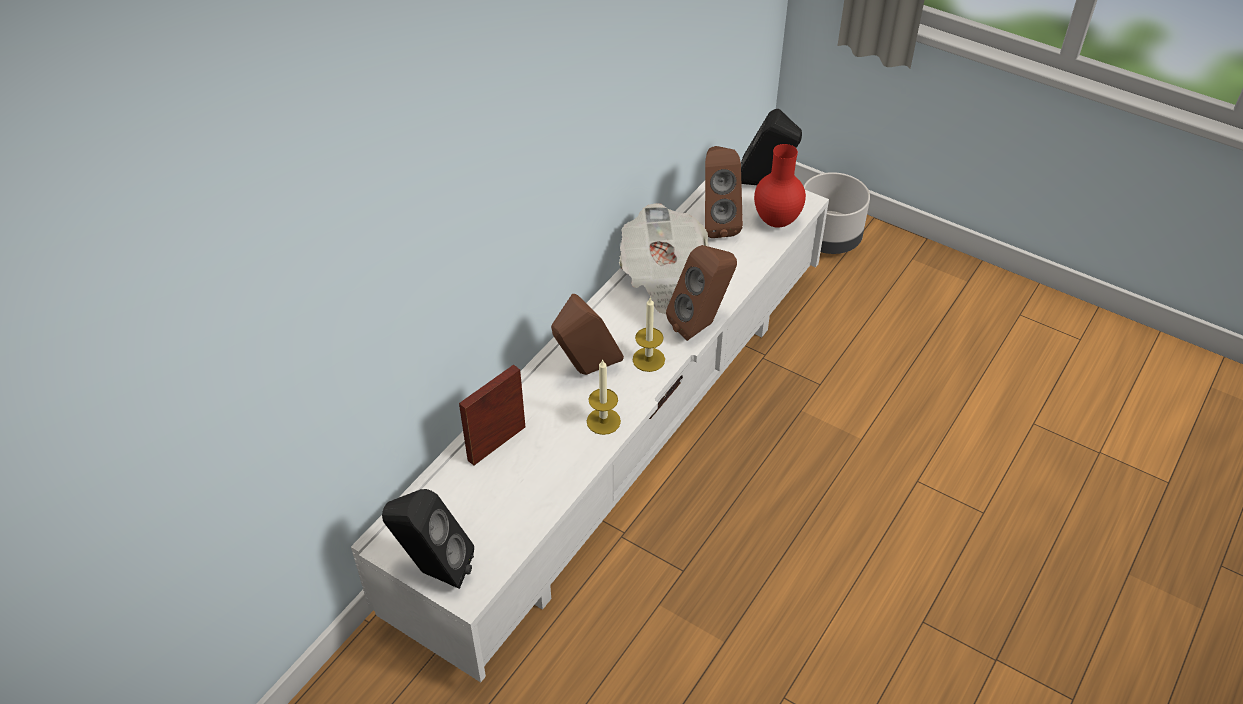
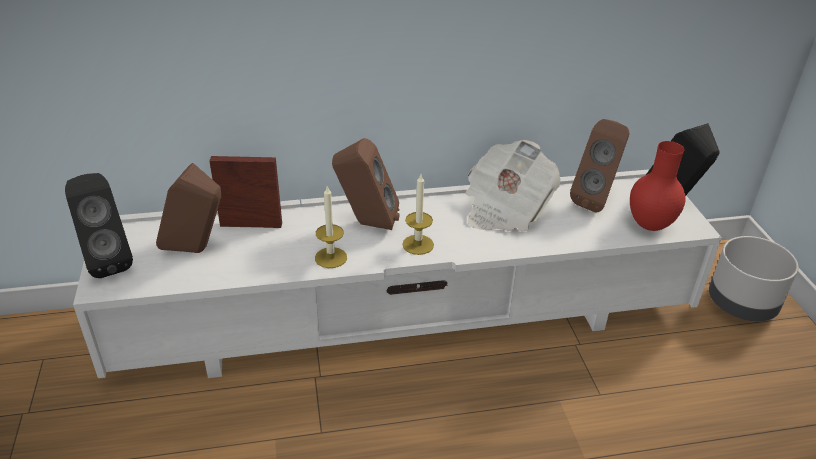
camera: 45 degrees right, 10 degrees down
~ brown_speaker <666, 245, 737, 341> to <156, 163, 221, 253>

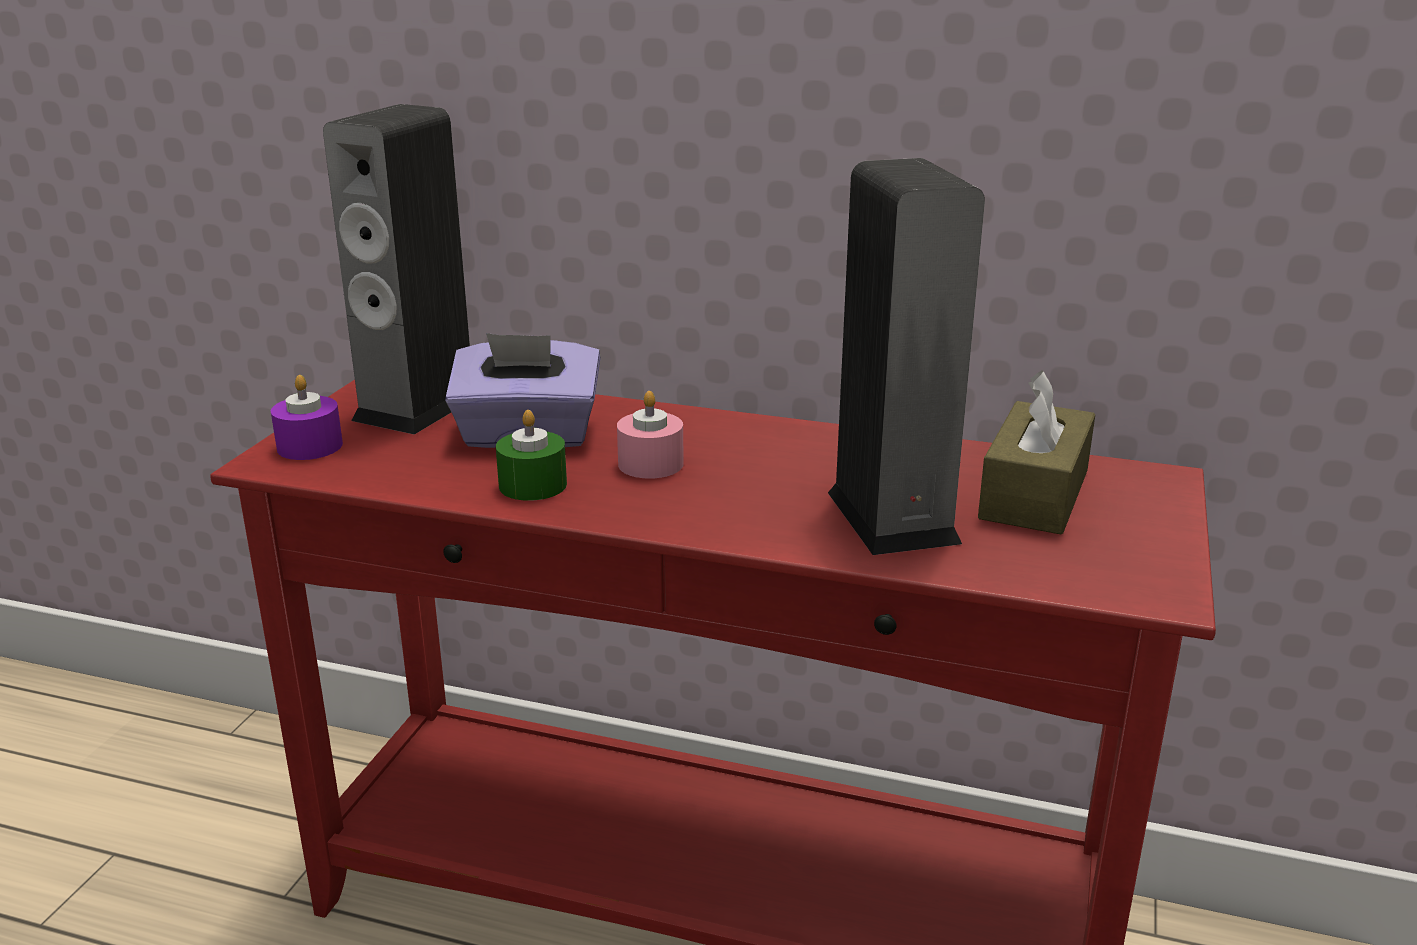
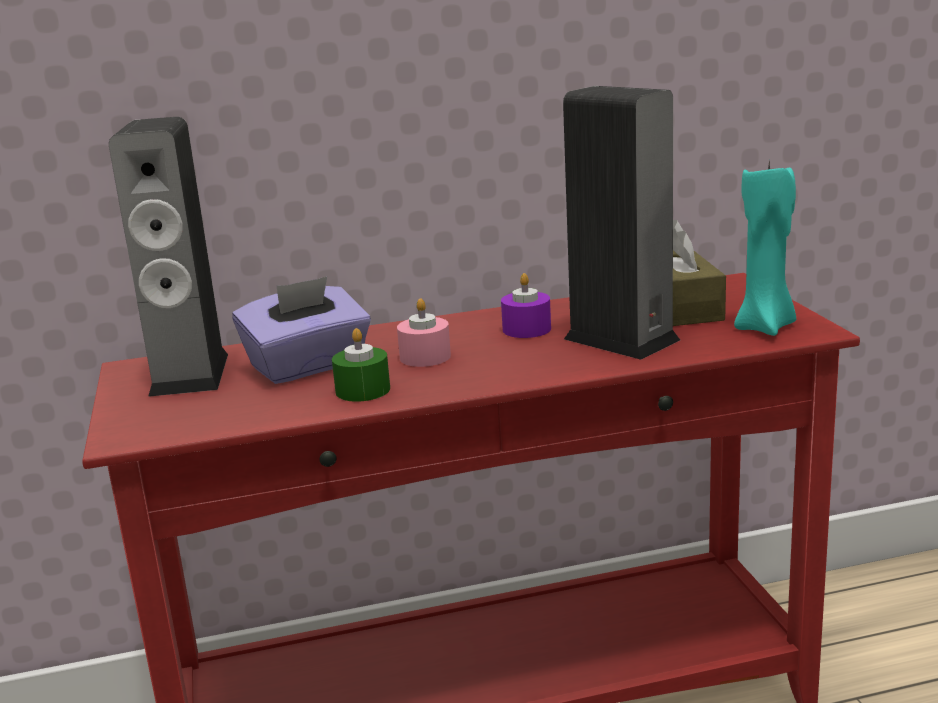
camera: 30 degrees left, 5 degrees down
~ purple_candle <271, 375, 343, 460> to <501, 273, 551, 338>
+ turquoise_candle <734, 159, 796, 336>

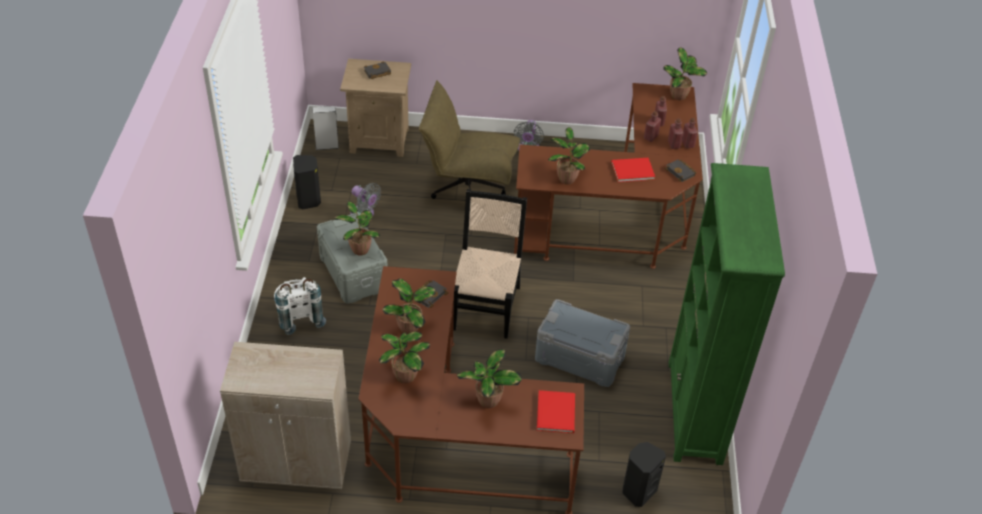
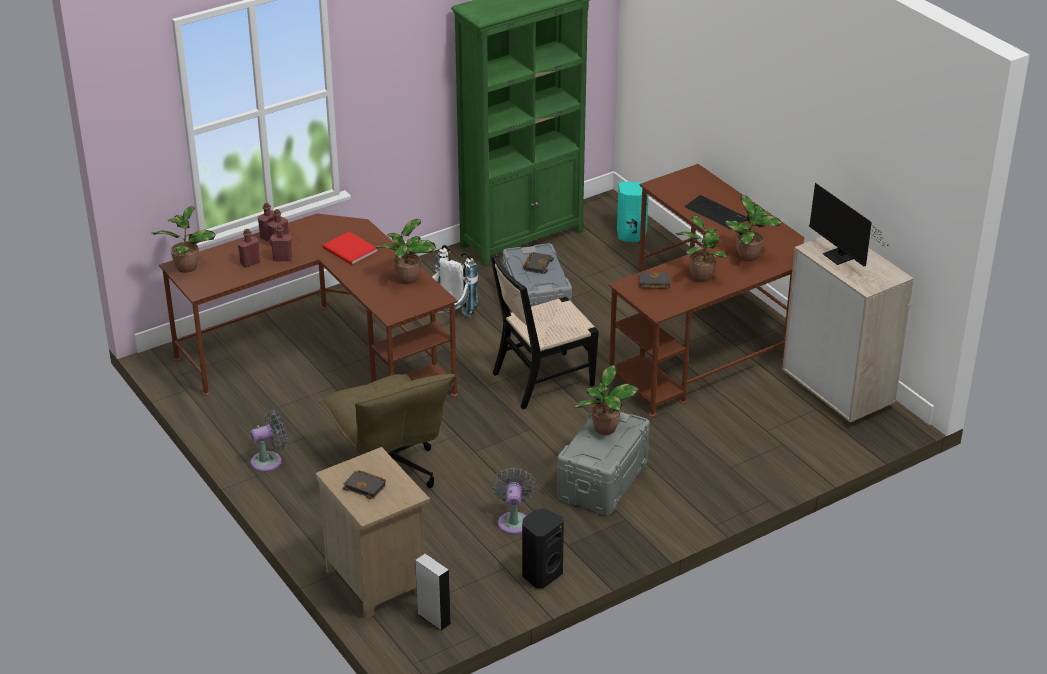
camera: 125 degrees left, 10 degrees down
~ white_backpack <274, 277, 326, 335> to <432, 245, 478, 317>
~ black_book <664, 159, 697, 182> to <523, 252, 554, 274>
~ black_speaker <622, 442, 666, 507> to turquoise_speaker <617, 182, 649, 242>
~ potted_plant <456, 349, 522, 408> to keyboard <685, 195, 747, 230>
+ monitor <809, 183, 885, 266>
- red_book <537, 390, 575, 433>

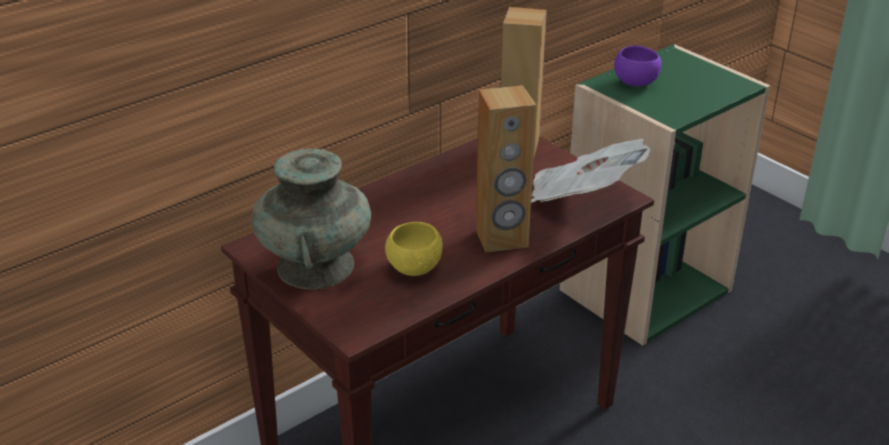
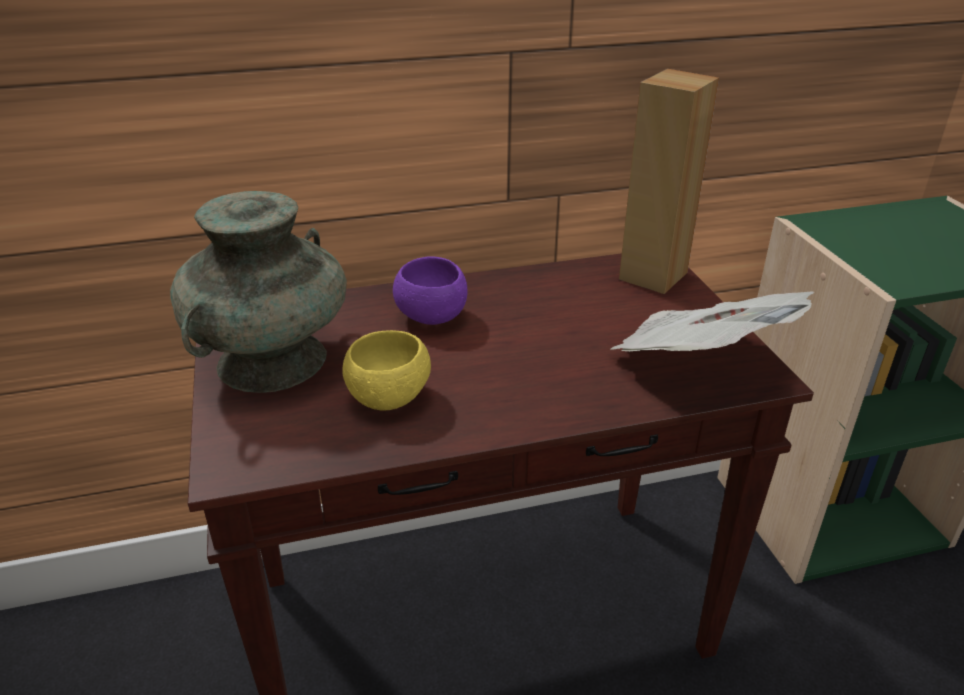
camera: 25 degrees right, 0 degrees up
~ purple_bowl <614, 46, 662, 86> to <393, 257, 468, 325>
- brown_speaker <475, 85, 536, 253>

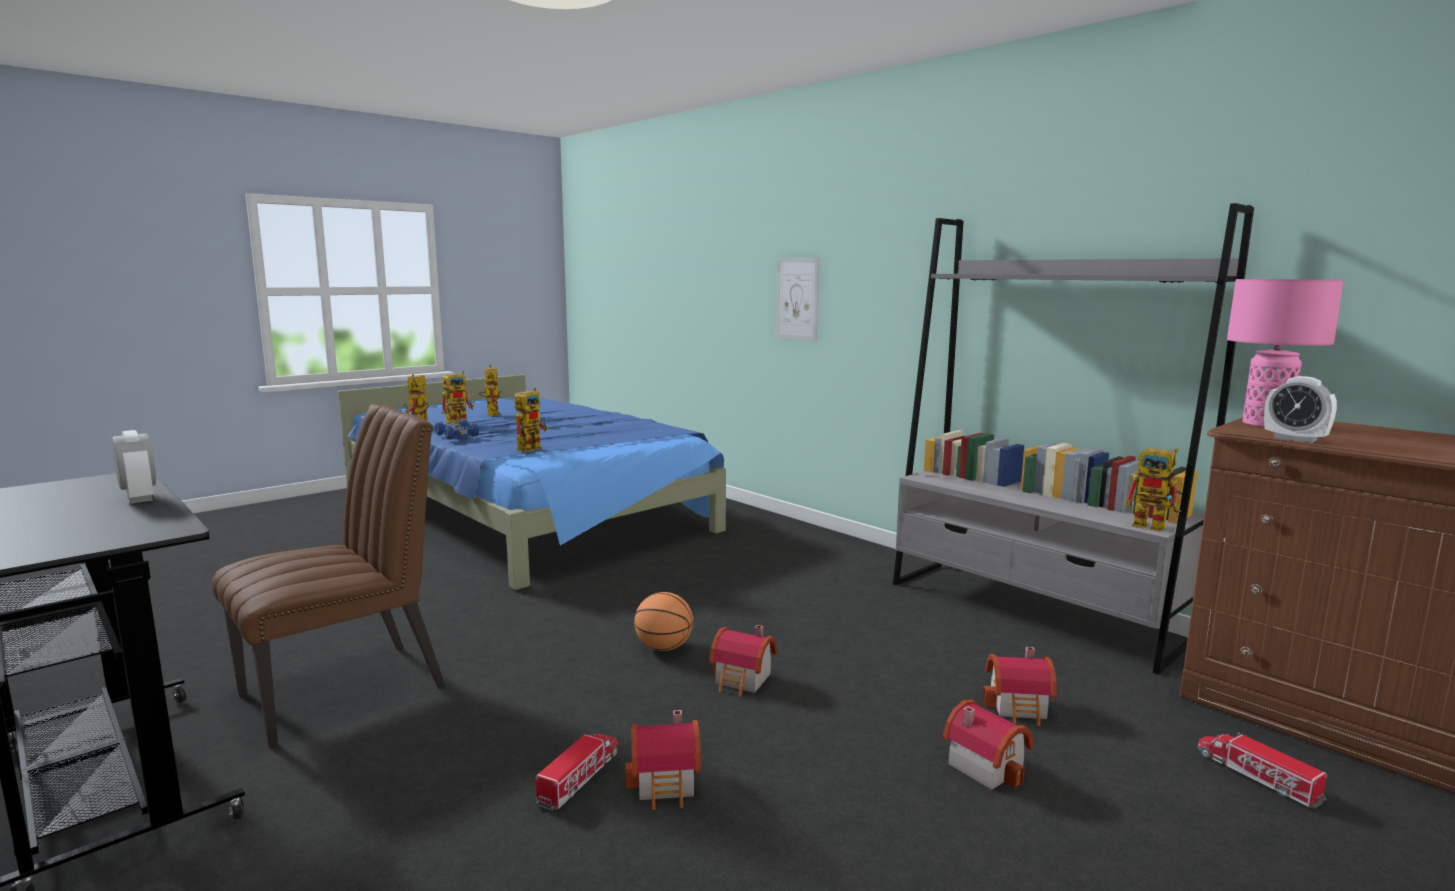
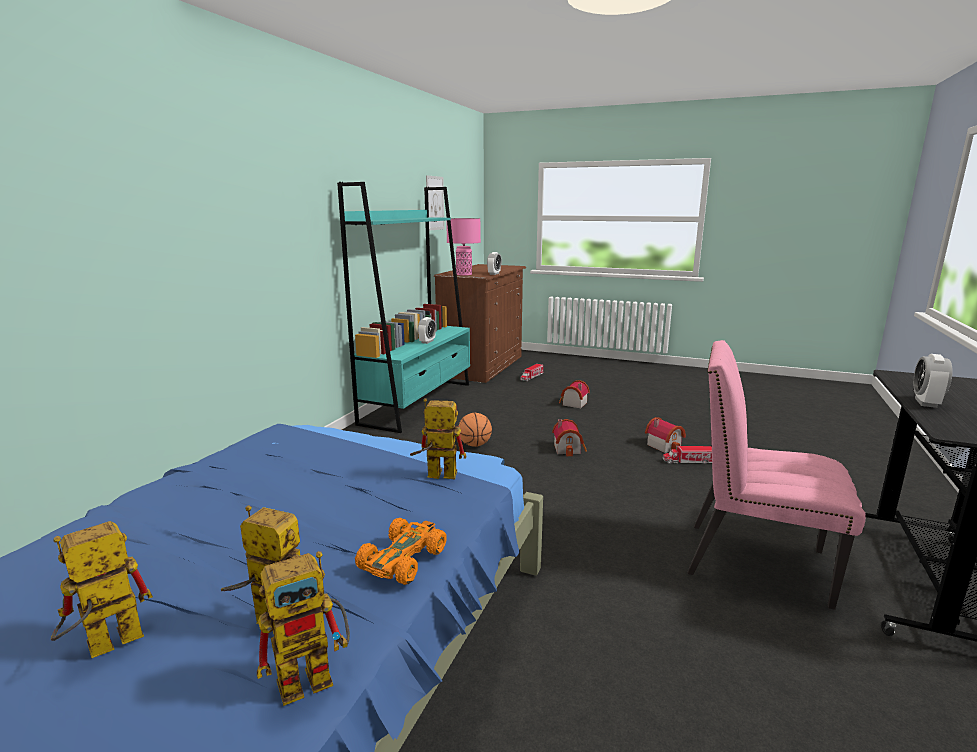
camera: 115 degrees left, 5 degrees up
~ grey_bookcase <893, 203, 1254, 675> to turquoise_bookcase <337, 182, 470, 433>
~ blue_toy_car <435, 419, 479, 440> to orange_toy_car <355, 518, 447, 585>
+ alarm_clock <418, 317, 436, 344>
~ picture <776, 258, 819, 341> to <426, 175, 445, 231>
~ basketball <634, 592, 693, 651> to <458, 412, 492, 447>
~ brown_chair <212, 404, 445, 747> to pink_chair <687, 340, 866, 610>
- toy_house <982, 647, 1057, 726>
- toy_robot <1124, 448, 1182, 532>

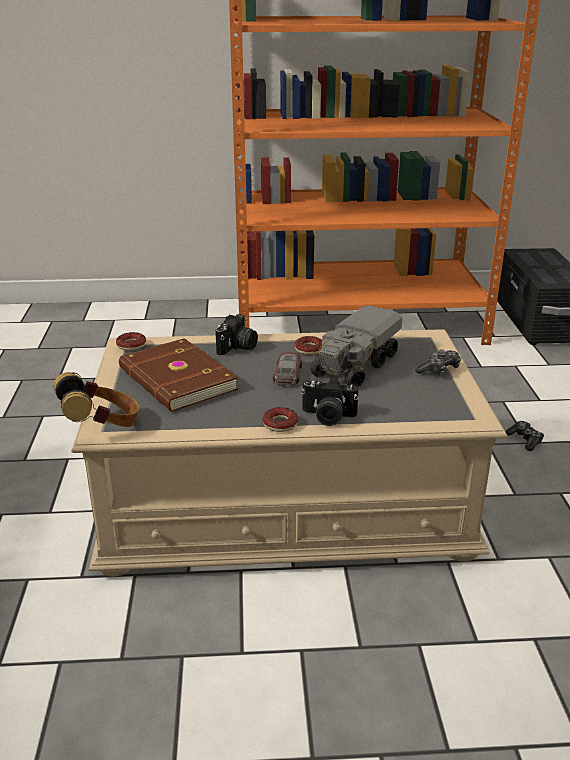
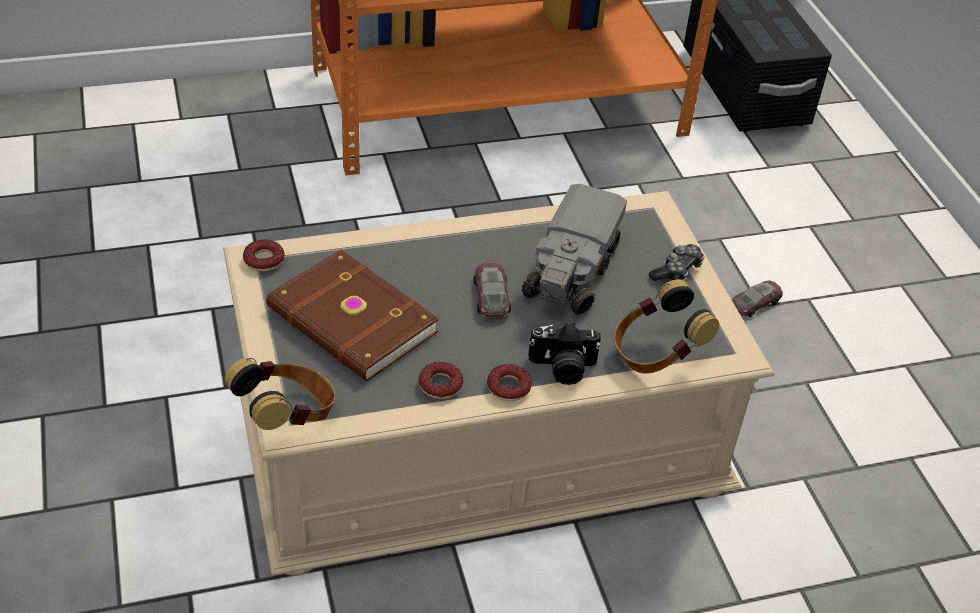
camera: 15 degrees left, 15 degrees up
~ donut <294, 336, 323, 355> to <419, 362, 463, 399>
+ headphones <614, 279, 719, 374>
~ game_controller <505, 421, 544, 451> to toy_car <731, 280, 783, 317>
- photo_camera <215, 314, 258, 355>

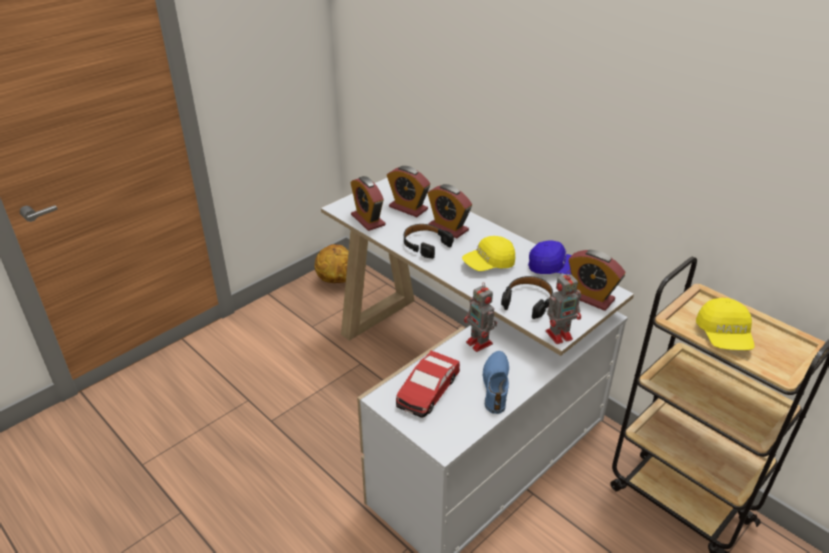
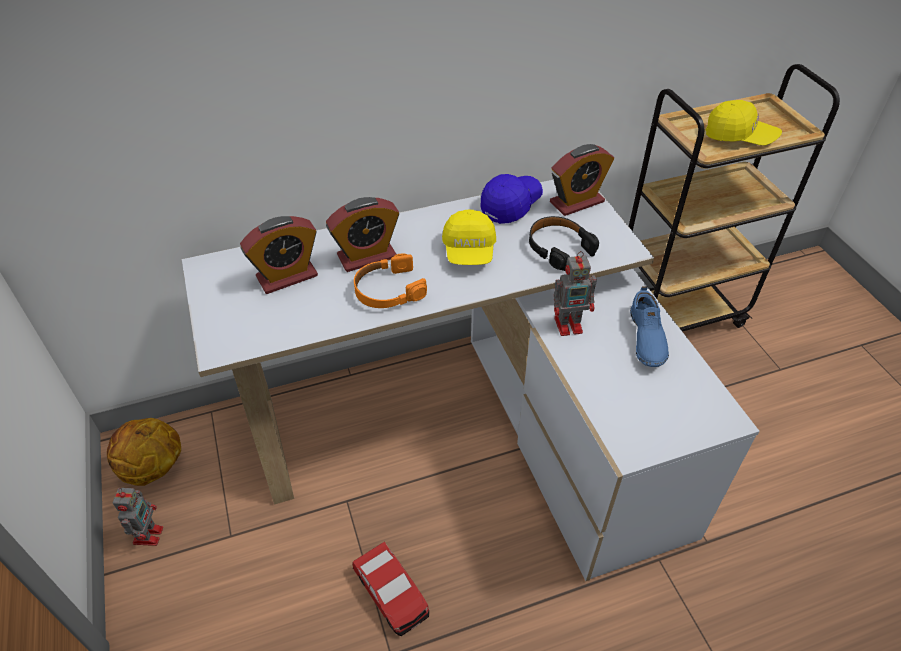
camera: 65 degrees left, 10 degrees up
~ toy_robot <546, 270, 581, 344> to <113, 488, 163, 546>
~ toy_car <396, 350, 460, 418> to <353, 542, 429, 636>
~ black_headphones <404, 224, 454, 259> to orange_headphones <354, 253, 427, 308>
~ blue_shoe <483, 351, 509, 414> = <630, 286, 669, 367> 120 degrees counterclockwise
- alarm_clock <351, 176, 385, 231>

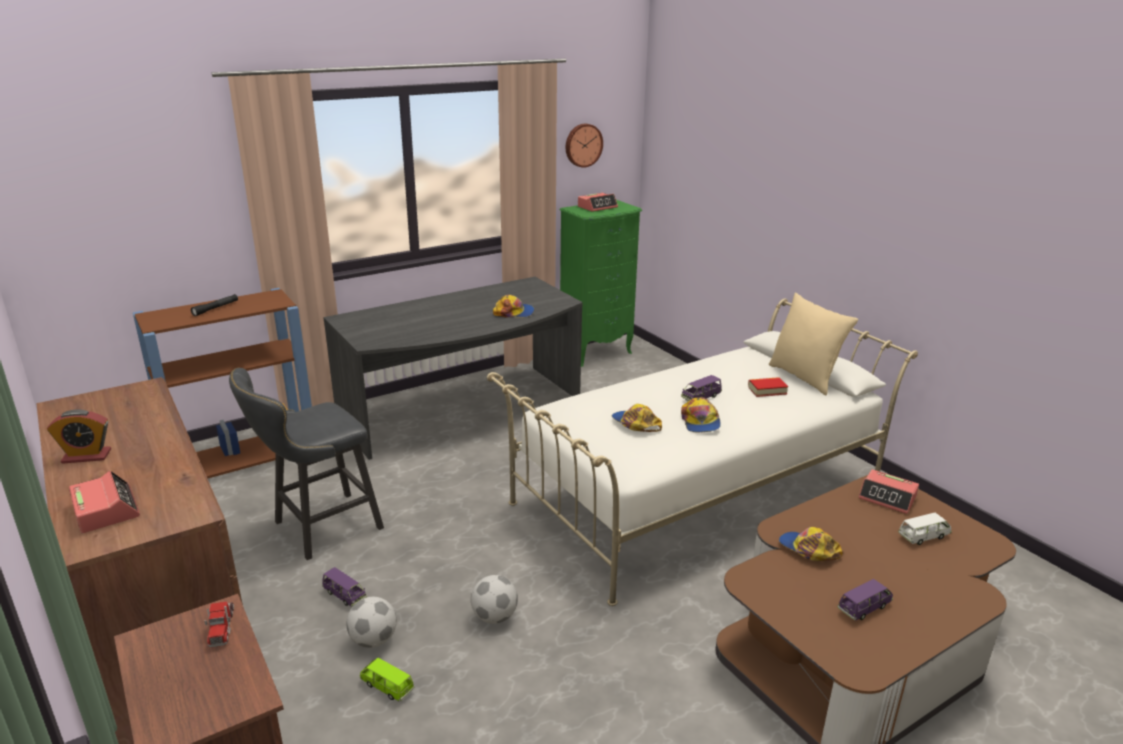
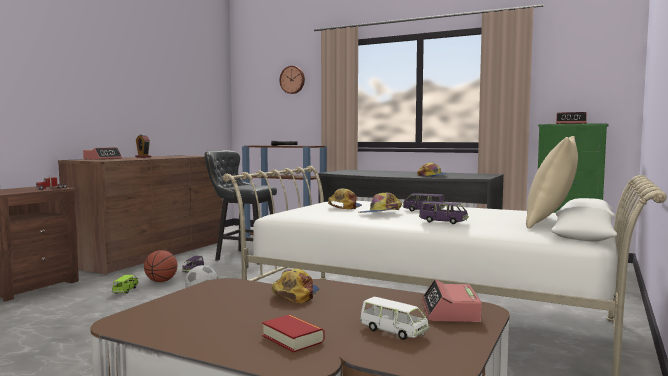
camera: 60 degrees right, 20 degrees down
~ football <346, 597, 397, 648> to basketball <144, 250, 177, 282>
~ book <748, 377, 788, 397> to <262, 315, 324, 353>
~ wall_clock <566, 124, 603, 168> to <279, 66, 305, 94>
~ purple_toy_car <837, 579, 893, 621> to <419, 201, 469, 224>

